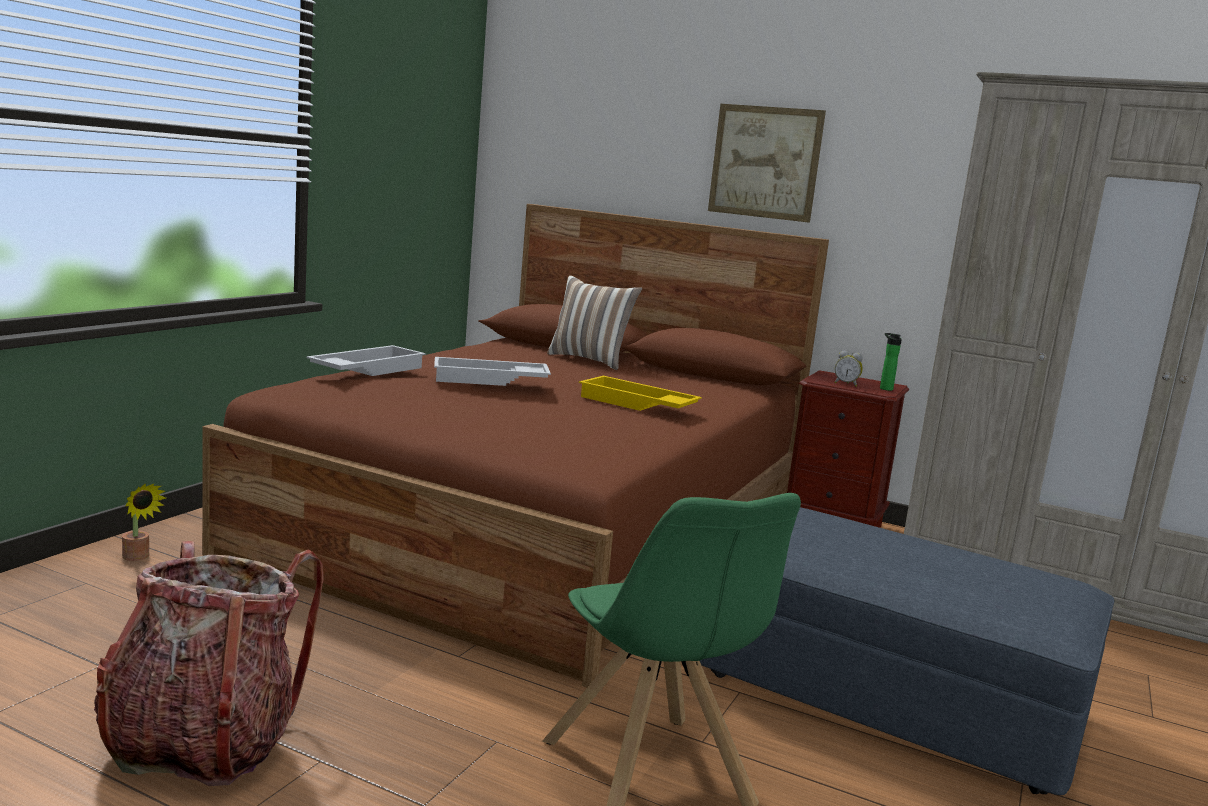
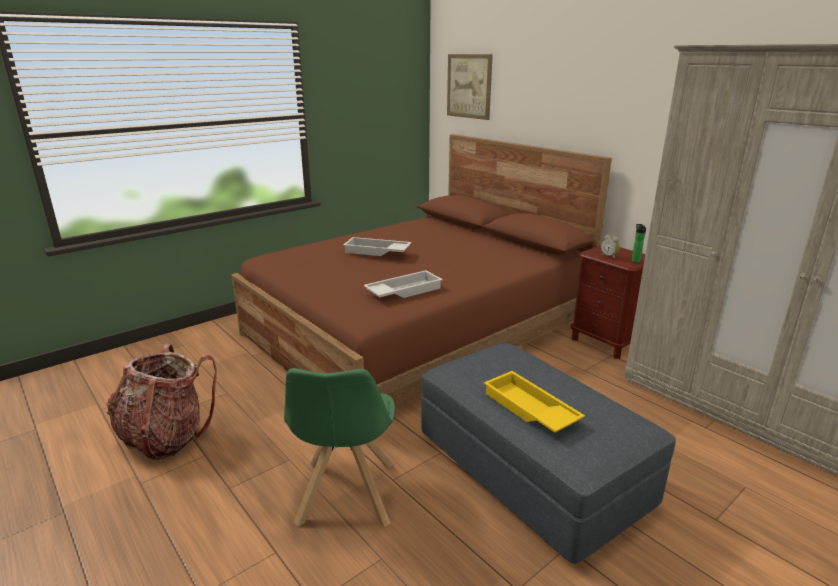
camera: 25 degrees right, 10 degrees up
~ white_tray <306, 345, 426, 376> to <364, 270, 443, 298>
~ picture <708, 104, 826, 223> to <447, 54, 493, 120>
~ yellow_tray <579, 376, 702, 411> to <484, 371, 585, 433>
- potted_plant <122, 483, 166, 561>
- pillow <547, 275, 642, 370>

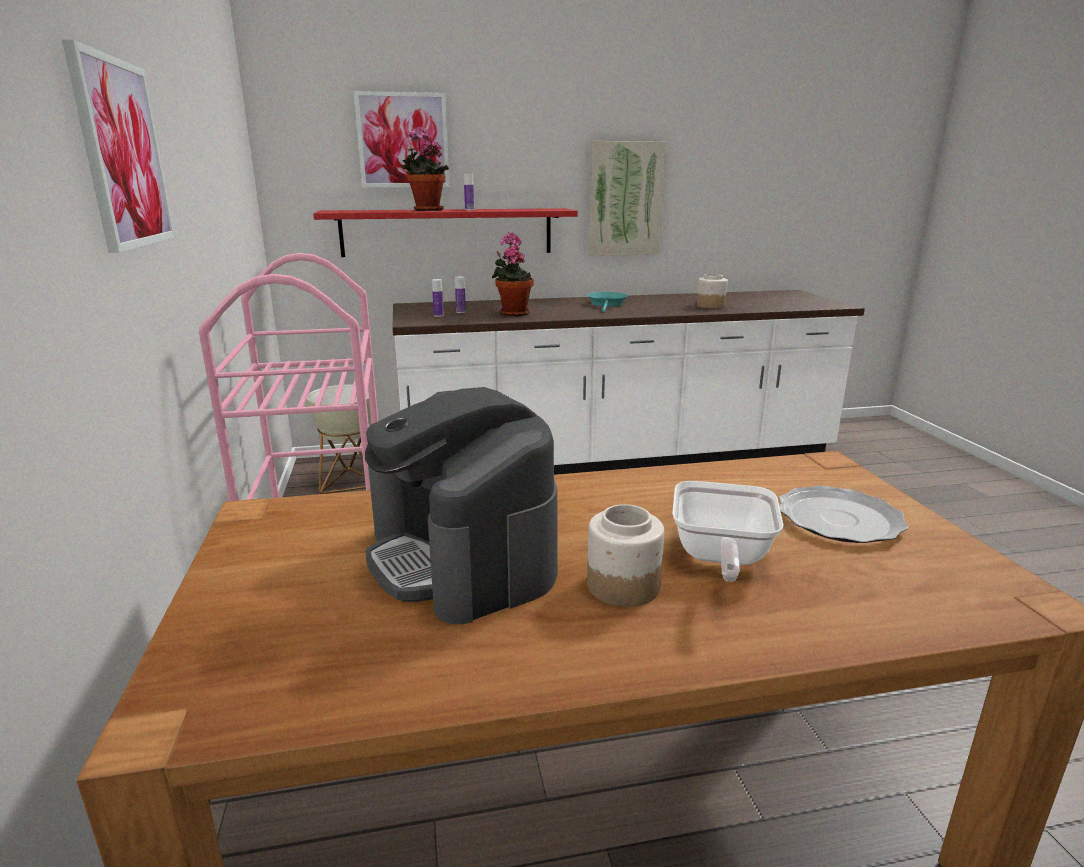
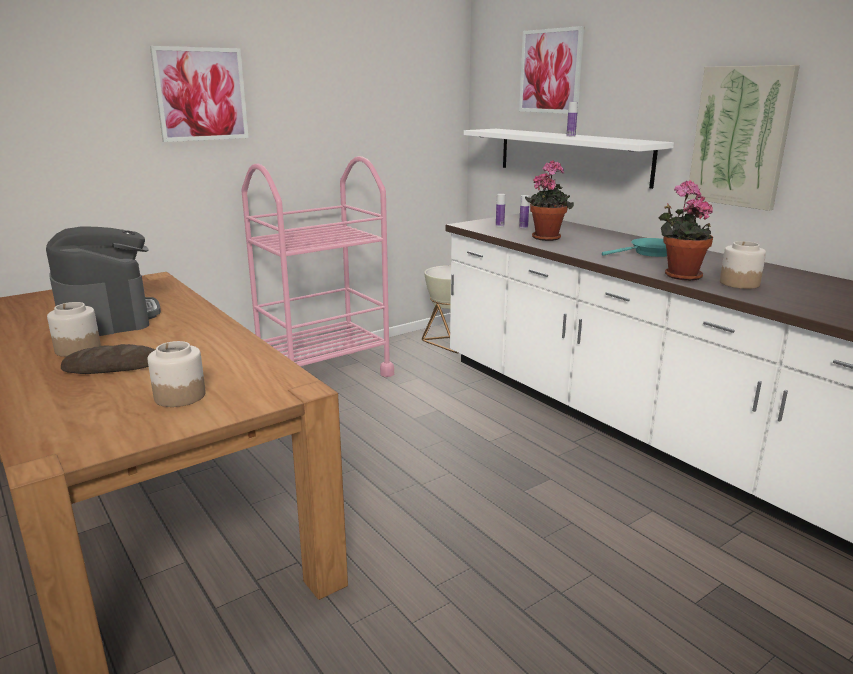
camera: 65 degrees right, 0 degrees up
~ coffee_machine <365, 387, 558, 624> = <46, 226, 161, 336> 120 degrees clockwise
~ frying_pan <672, 481, 784, 582> to bread <61, 344, 155, 374>
~ plate <779, 486, 908, 543> to jar <147, 341, 206, 407>
~ red_shelf <313, 208, 578, 257> to white_shelf <464, 129, 674, 189>
~ potted_plant <402, 126, 449, 211> to <658, 180, 713, 281>

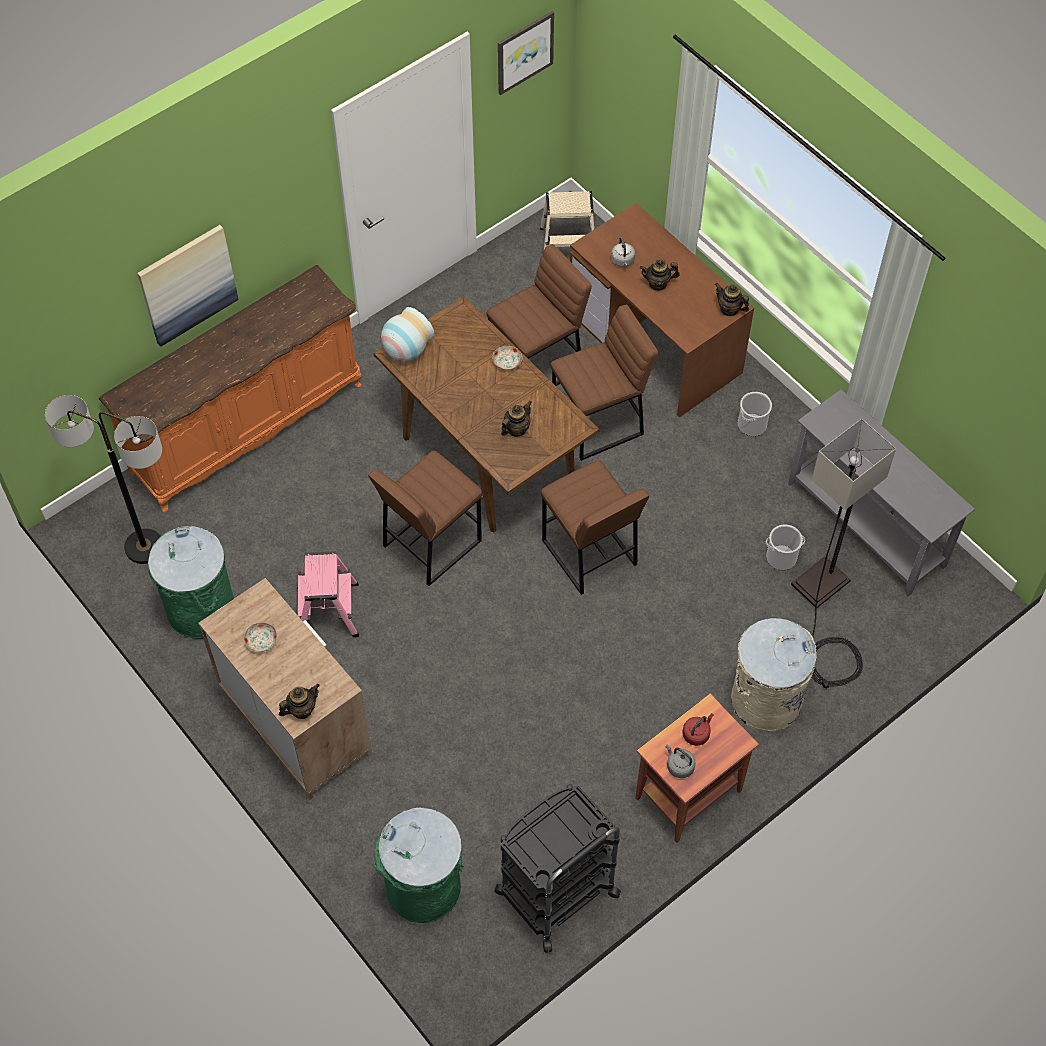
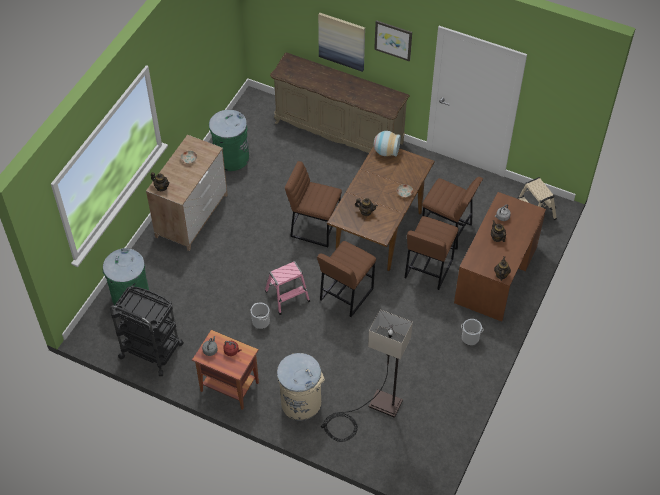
camera: 65 degrees right, 5 degrees down
~ bucket <766, 525, 805, 570> to <251, 303, 270, 329>
~ pink_step_ladder <297, 551, 359, 637> to <265, 261, 310, 315>
~ orange_cabinet <99, 265, 361, 512> to beige_cabinet <270, 52, 409, 153>
~ picture <498, 11, 554, 95> to <374, 20, 412, 62>
~ brown_chair <551, 304, 658, 461> = <405, 216, 458, 290> 75 degrees clockwise
- floor_lamp <45, 395, 162, 564>
- grey_console_table <788, 389, 975, 597>

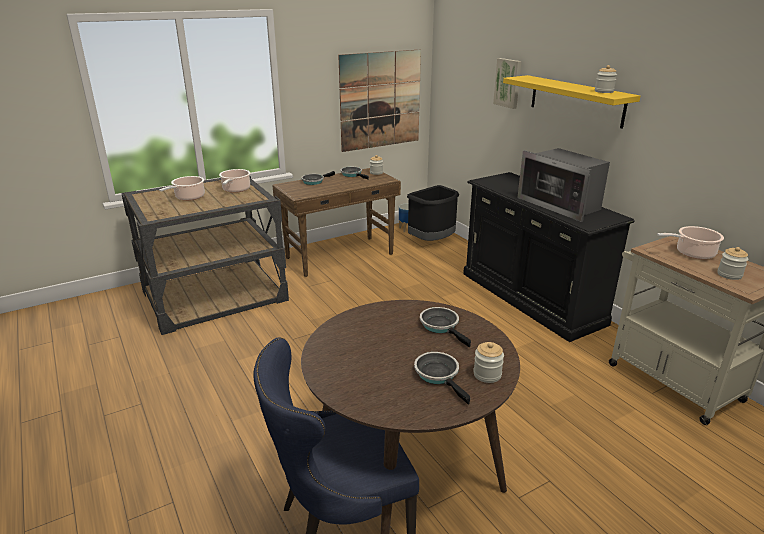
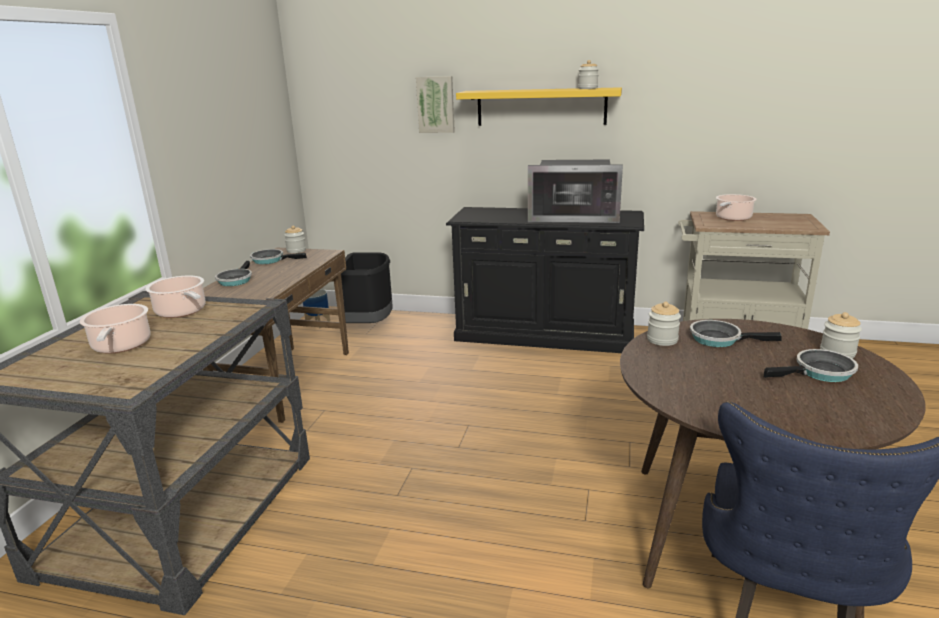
camera: 45 degrees left, 5 degrees down
~ jar <717, 247, 749, 280> to <647, 302, 681, 346>
~ frying_pan <414, 352, 470, 405> = <764, 349, 858, 382> 150 degrees clockwise
- picture <338, 50, 421, 152>

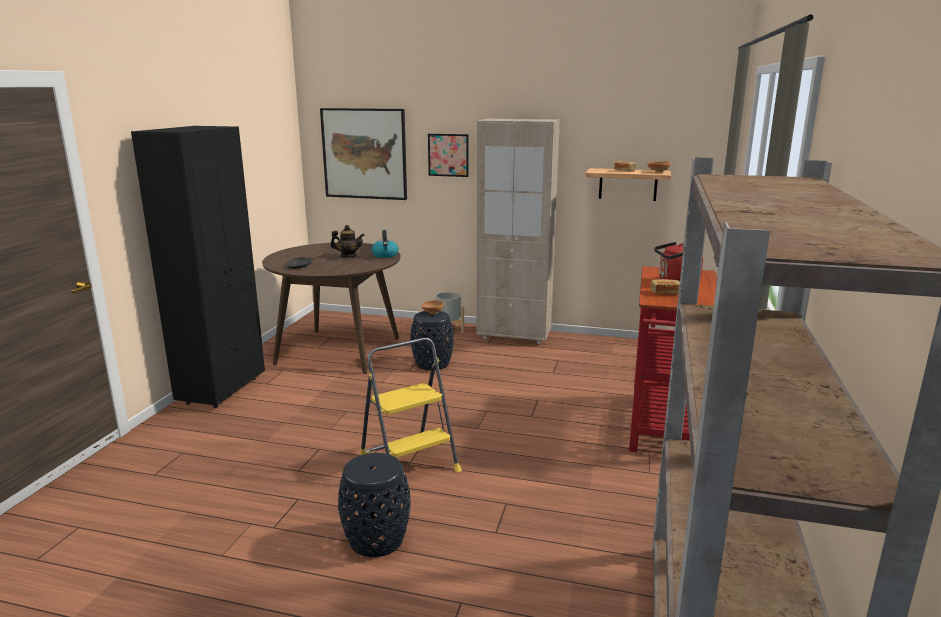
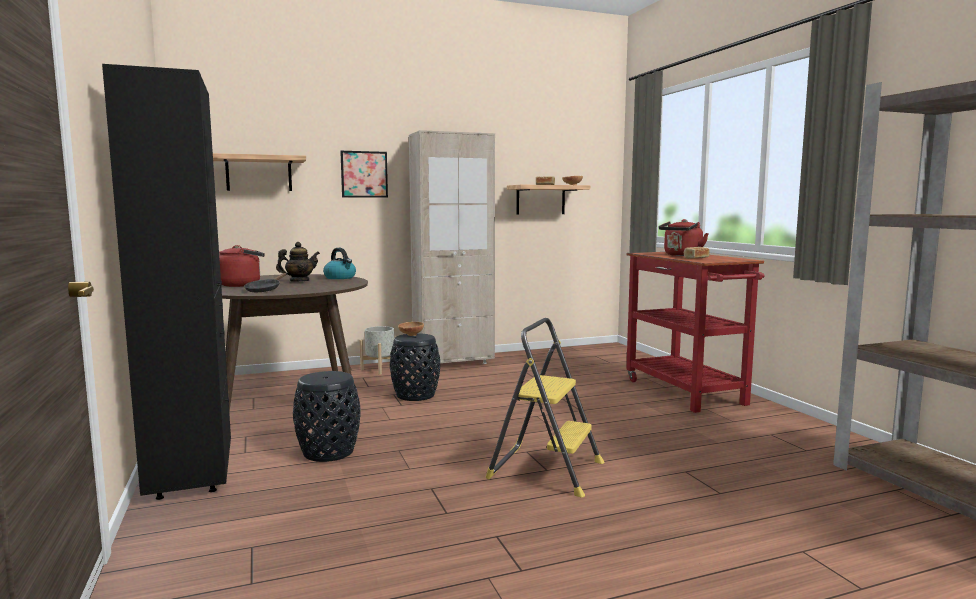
camera: 35 degrees left, 10 degrees down
~ picture <320, 108, 407, 200> to shelf <213, 153, 306, 191>
+ red_kettle <219, 245, 265, 287>
~ black_stool <338, 453, 411, 557> to <293, 371, 361, 462>

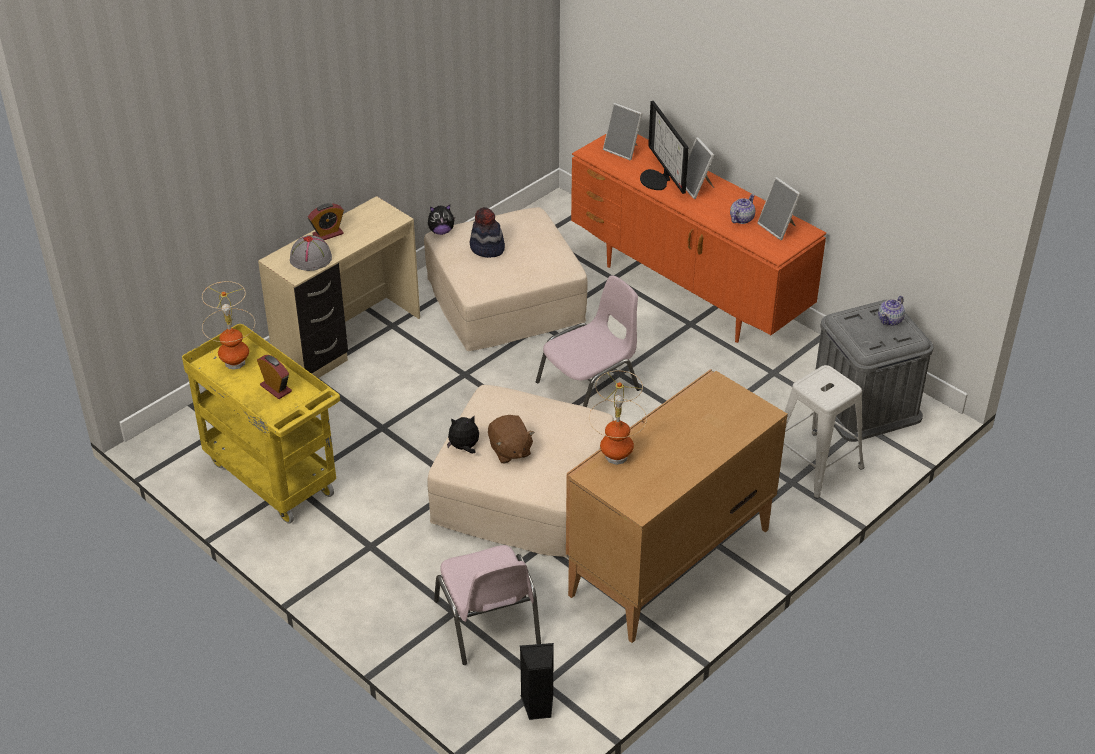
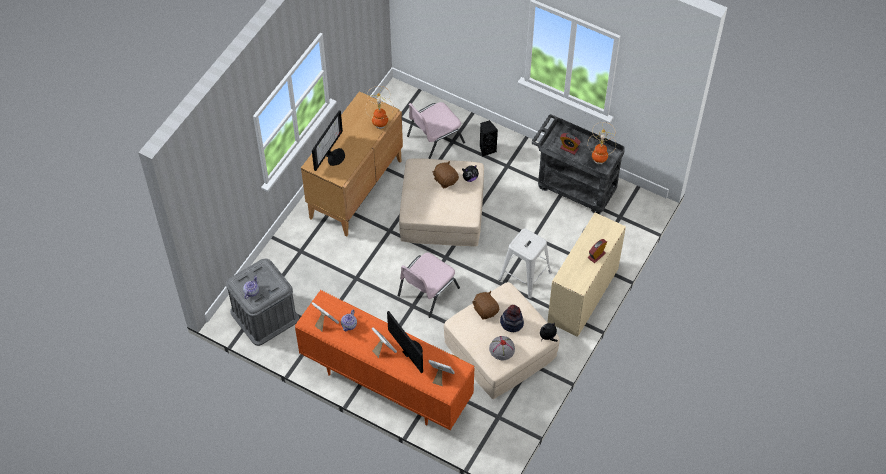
camera: 165 degrees right, 15 degrees up
+ monitor <312, 110, 345, 171>
~ pink_chair <434, 545, 541, 665> = <407, 102, 465, 159> 90 degrees counterclockwise
+ brown_plush_toy <472, 291, 499, 320>
~ black_speaker <520, 643, 554, 720> to <480, 120, 498, 157>
~ grey_hat <290, 235, 332, 271> to <489, 336, 515, 360>
~ white_stool <784, 365, 864, 499> to <498, 228, 552, 299>
~ yellow_cart <182, 324, 340, 524> to black_cart <532, 114, 625, 214>

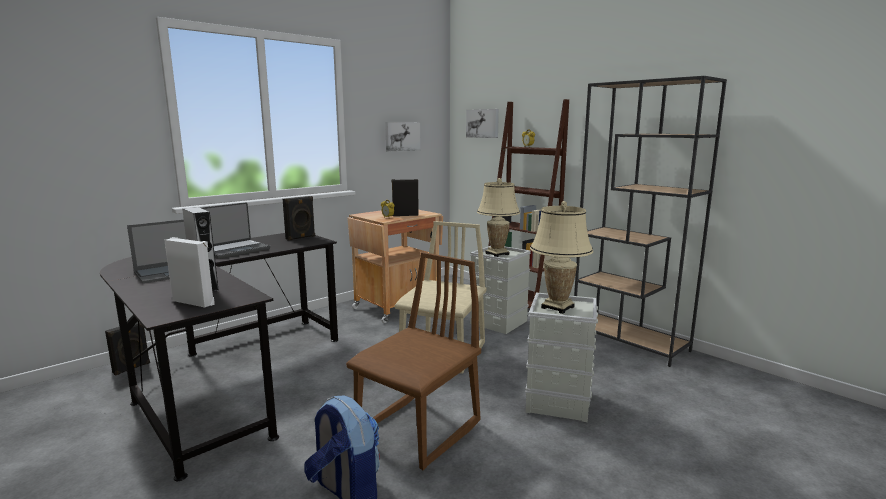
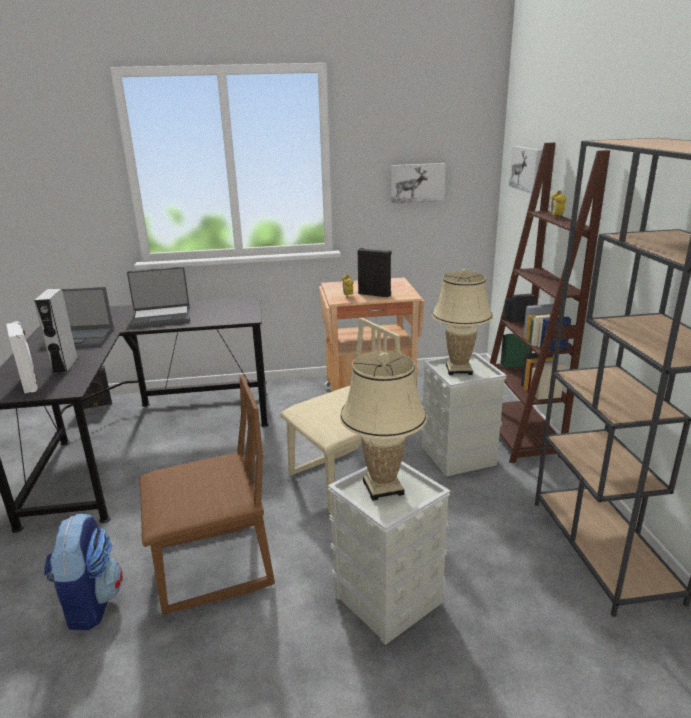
camera: 35 degrees right, 10 degrees up
- black_speaker <283, 196, 315, 241>

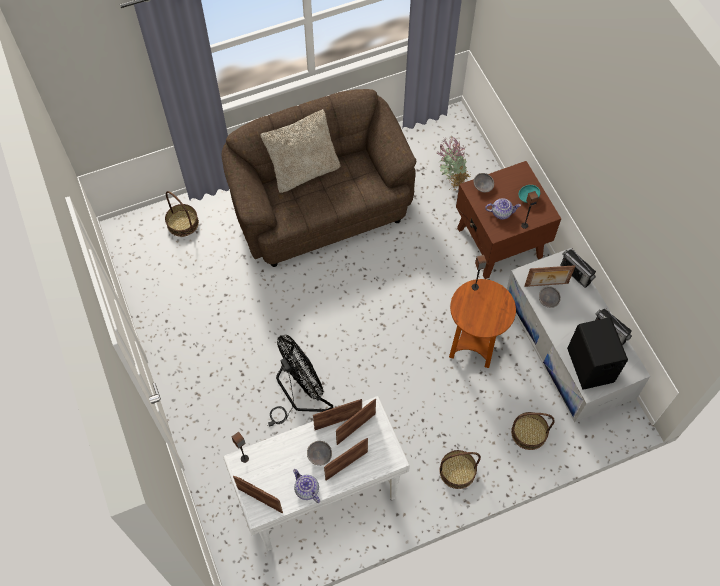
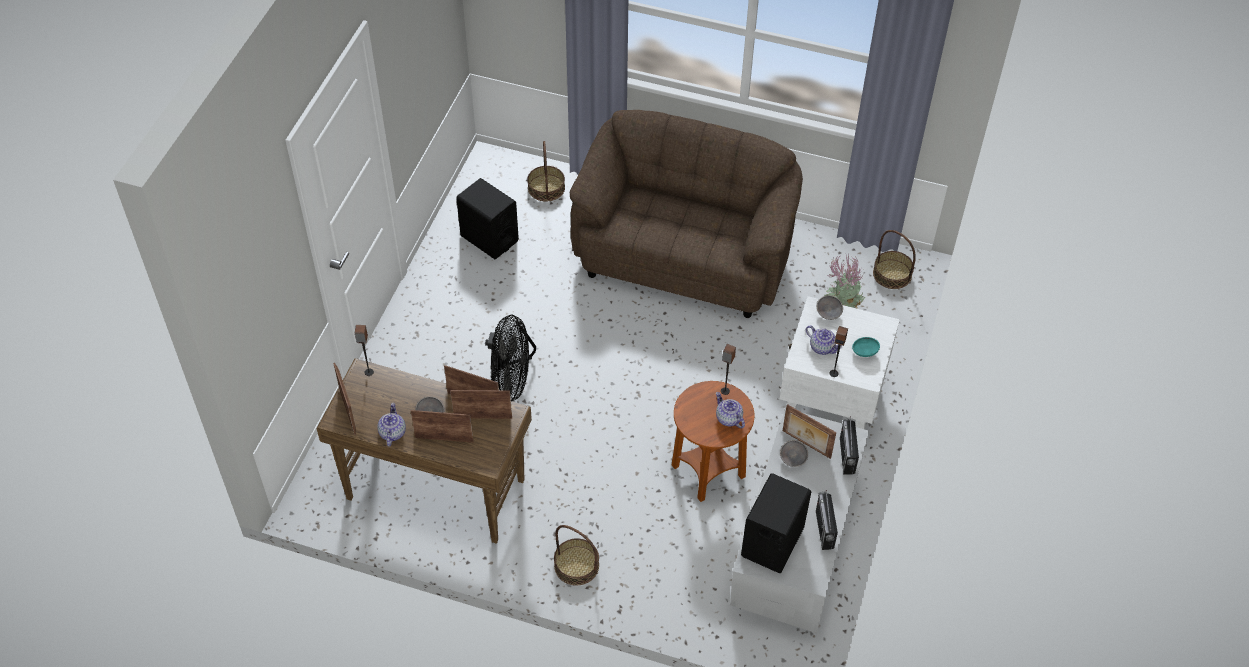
camera: 40 degrees right, 10 degrees down
~ white_console_table <223, 396, 410, 551> to brown_console_table <317, 358, 532, 544>
+ black_speaker <456, 178, 519, 259>
+ teapot <716, 392, 745, 429>
~ brown_nightstand <456, 161, 561, 279> to white_nightstand <780, 296, 900, 429>
~ basket <511, 412, 555, 450> to <873, 230, 916, 289>
- beige_pillow <261, 109, 340, 193>

